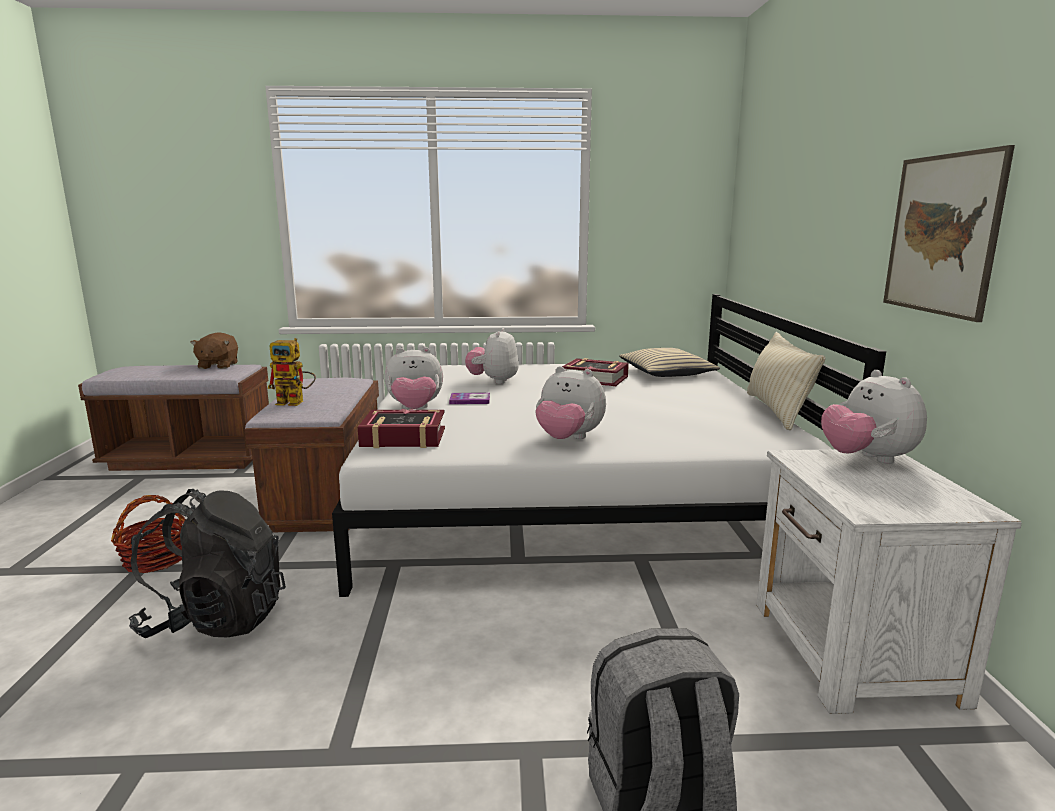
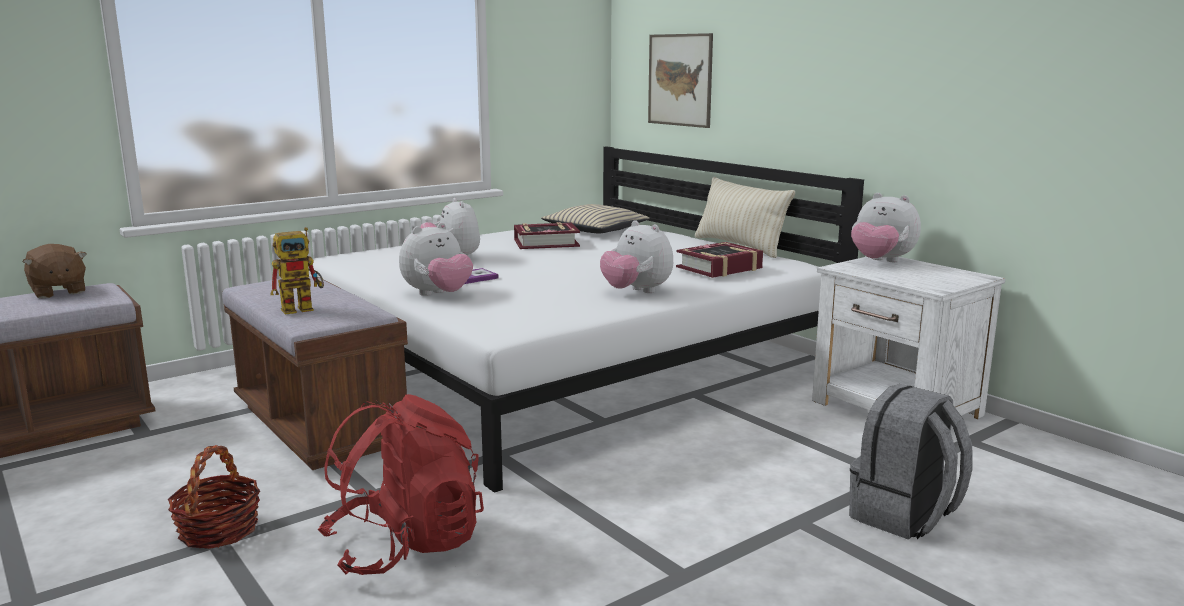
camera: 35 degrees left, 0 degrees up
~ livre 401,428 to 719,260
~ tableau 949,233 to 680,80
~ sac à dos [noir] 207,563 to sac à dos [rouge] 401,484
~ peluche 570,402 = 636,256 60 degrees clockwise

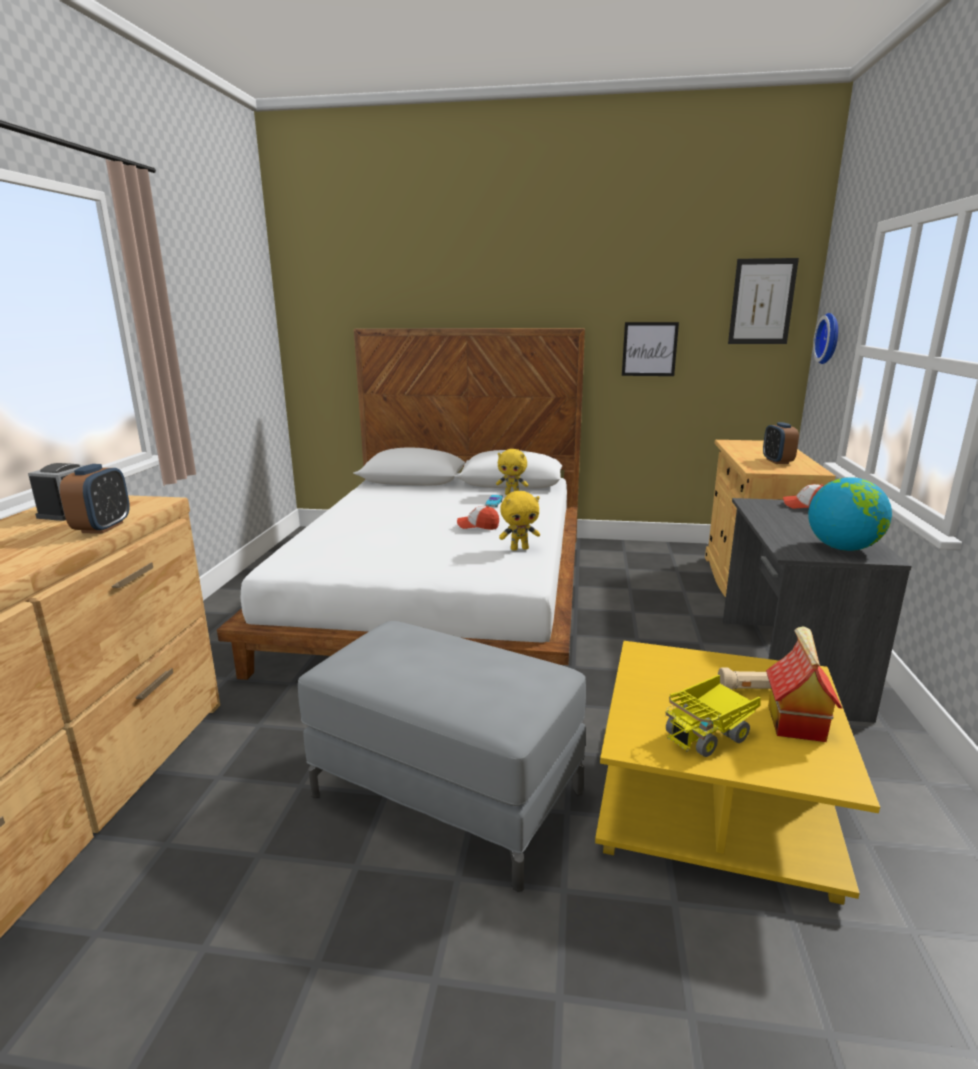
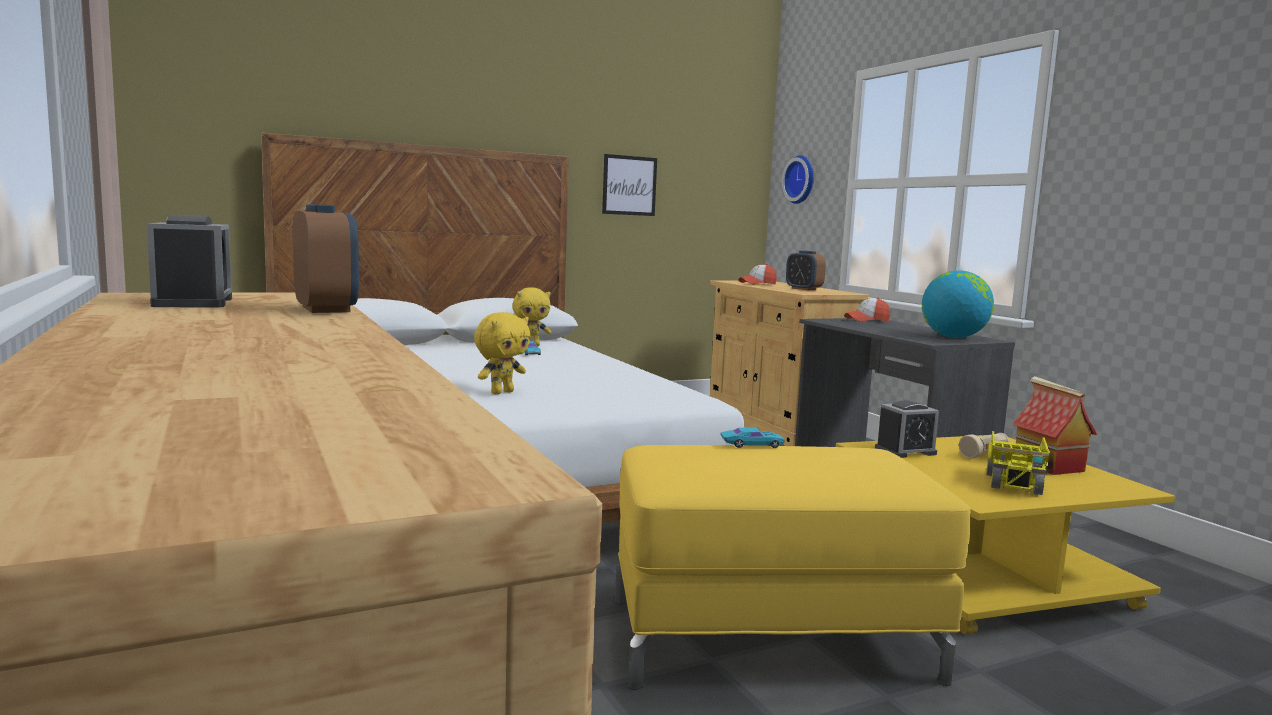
camera: 35 degrees left, 10 degrees down
- tableau 763,301
+ petite voiture [turquoise] 752,437
+ réveil 907,429
~ casquette 478,518 to 758,274
~ peluche [jaune] 519,521 to 502,353
~ pouf [gris] 442,756 to pouf [jaune] 793,567

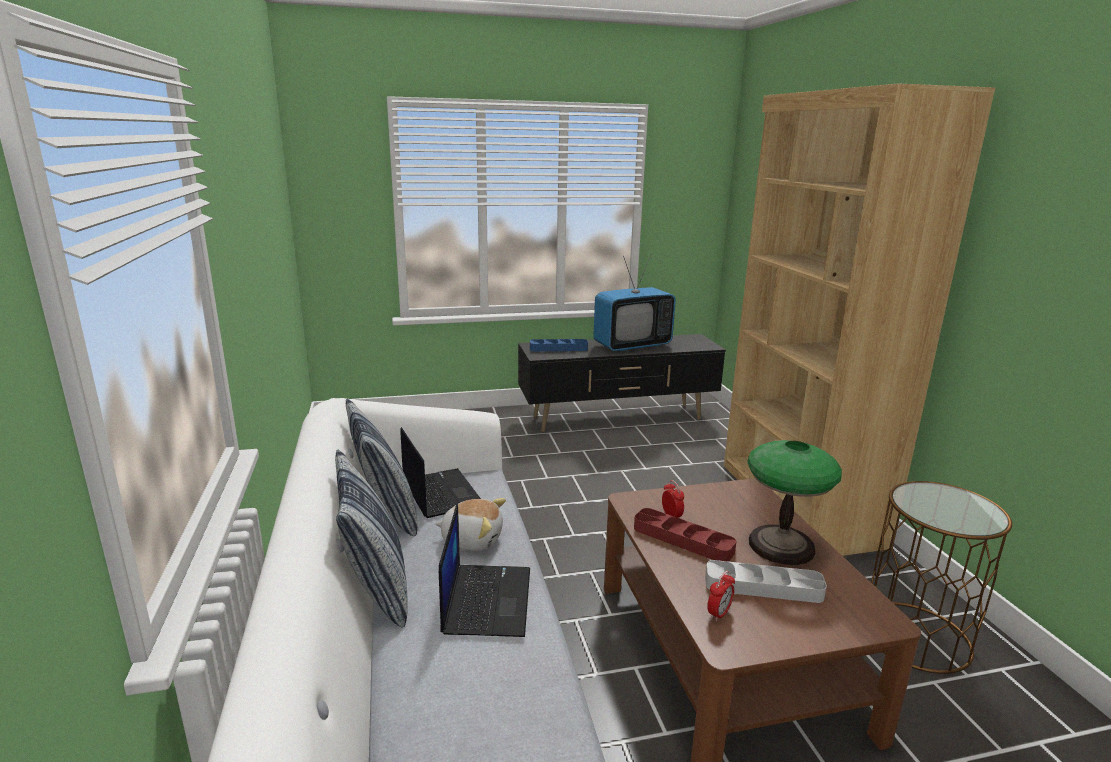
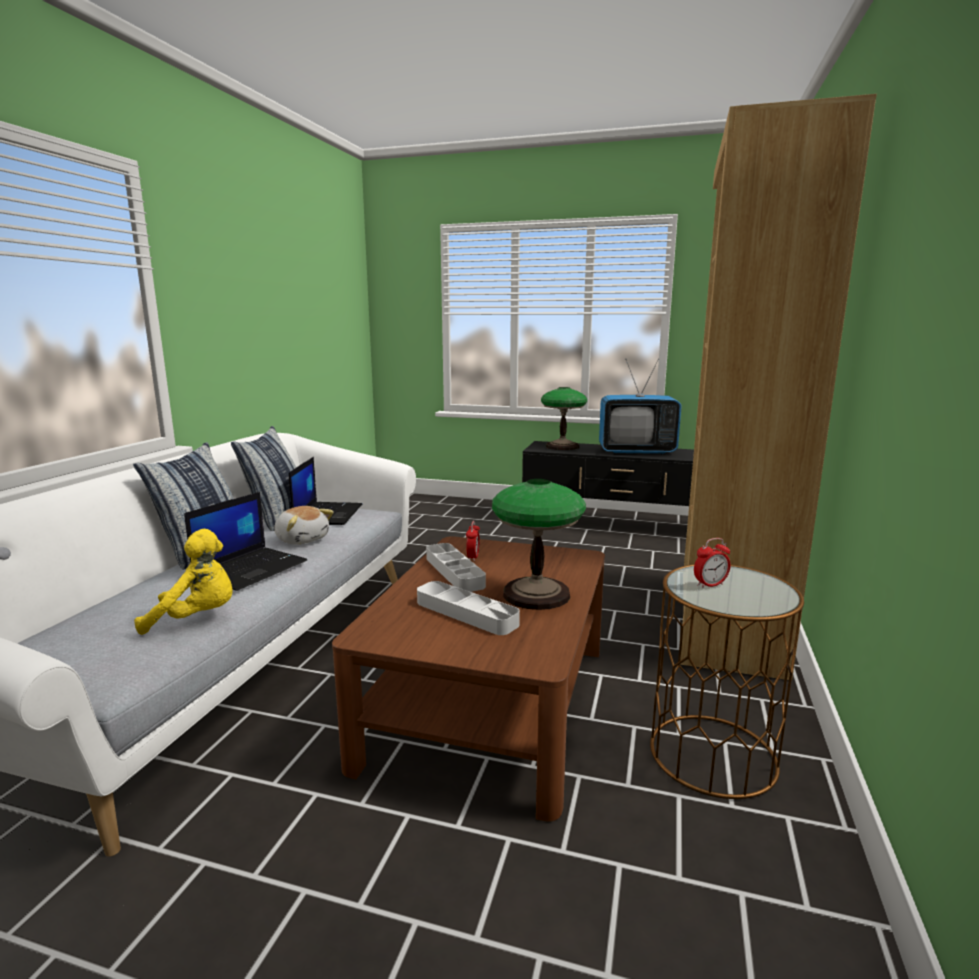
camera: 30 degrees right, 5 degrees down
+ peluche [jaune] 183,582
~ réveil 721,596 to 712,563
~ plateau [bleu] 559,345 to lampe de table 564,418
~ plateau [rouge] 685,535 to plateau [gris] 456,567

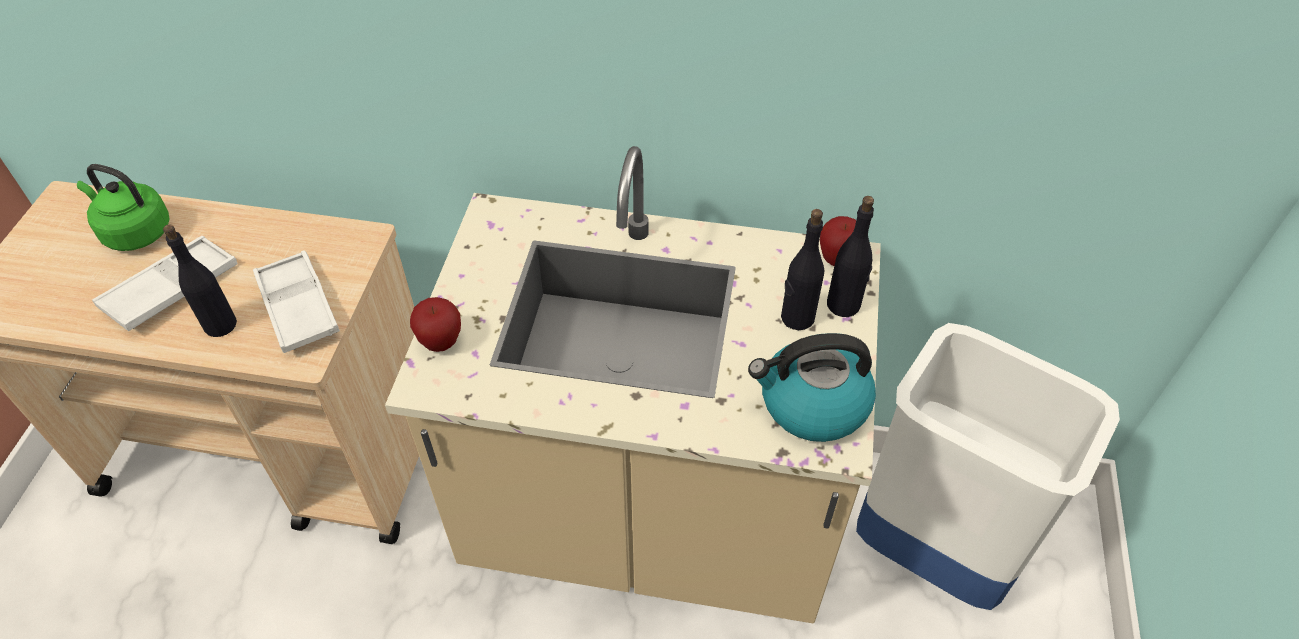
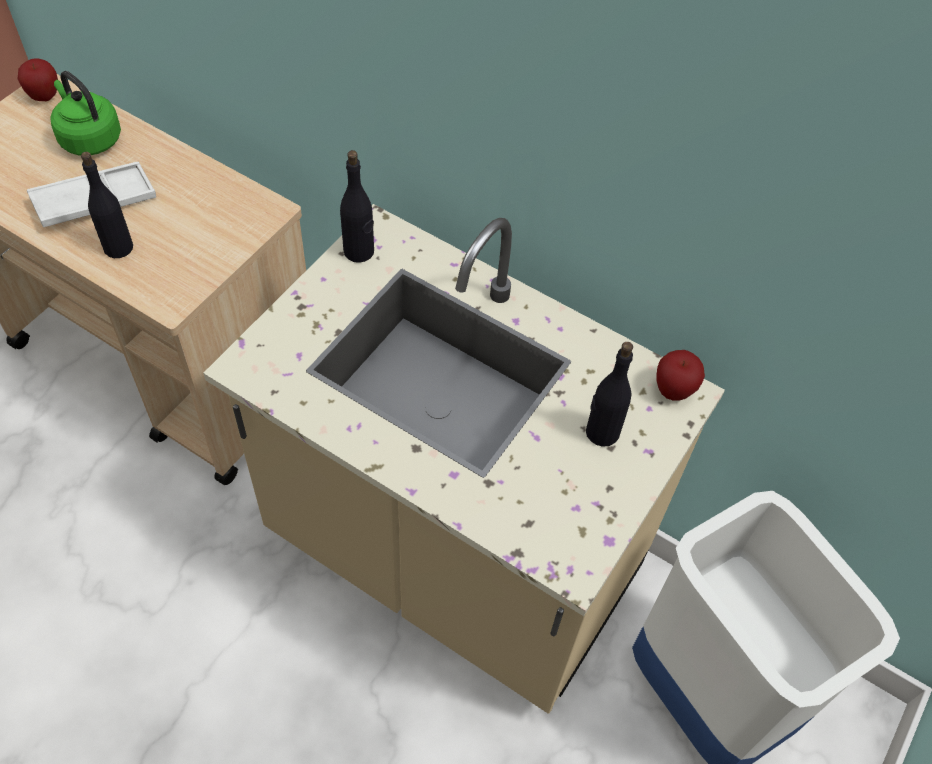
camera: 20 degrees right, 5 degrees up
- plateau [blanc] 296,301
- bouilloire 812,387
~ pomme 435,324 to 38,80
~ bouteille [noir] 850,256 to 357,206

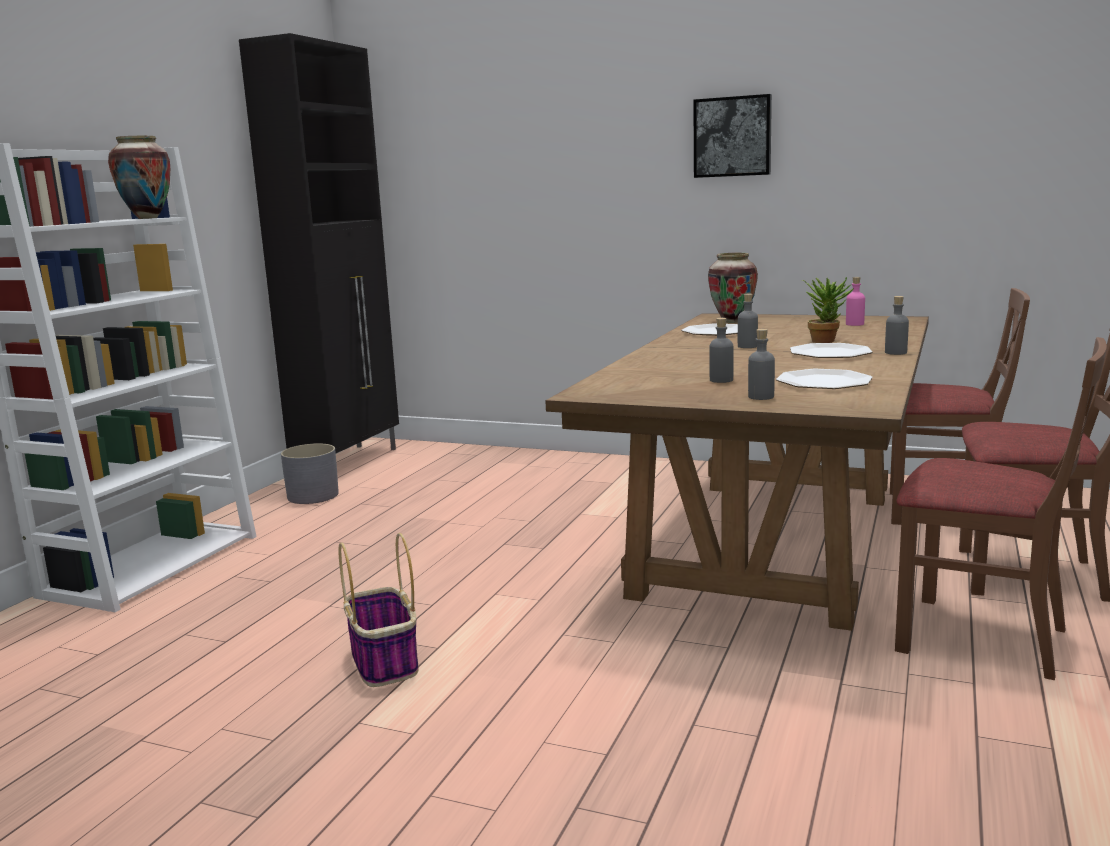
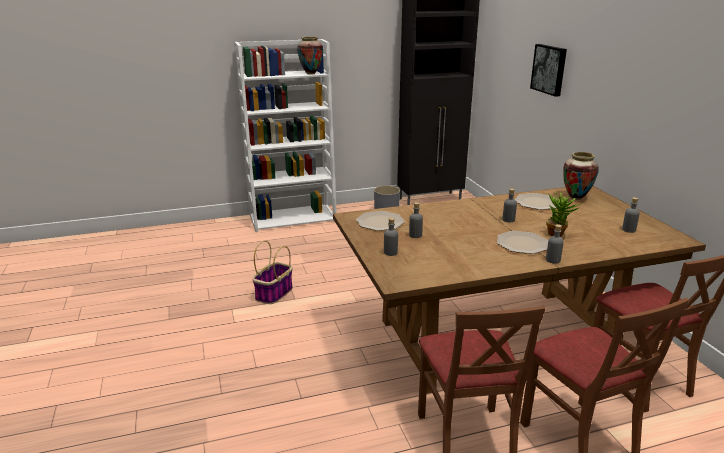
camera: 50 degrees right, 10 degrees up
~ tableau 732,136 to 548,70
~ assiette 824,379 to 380,221
~ bouteille [rose] 855,301 to bouteille [gris] 631,215

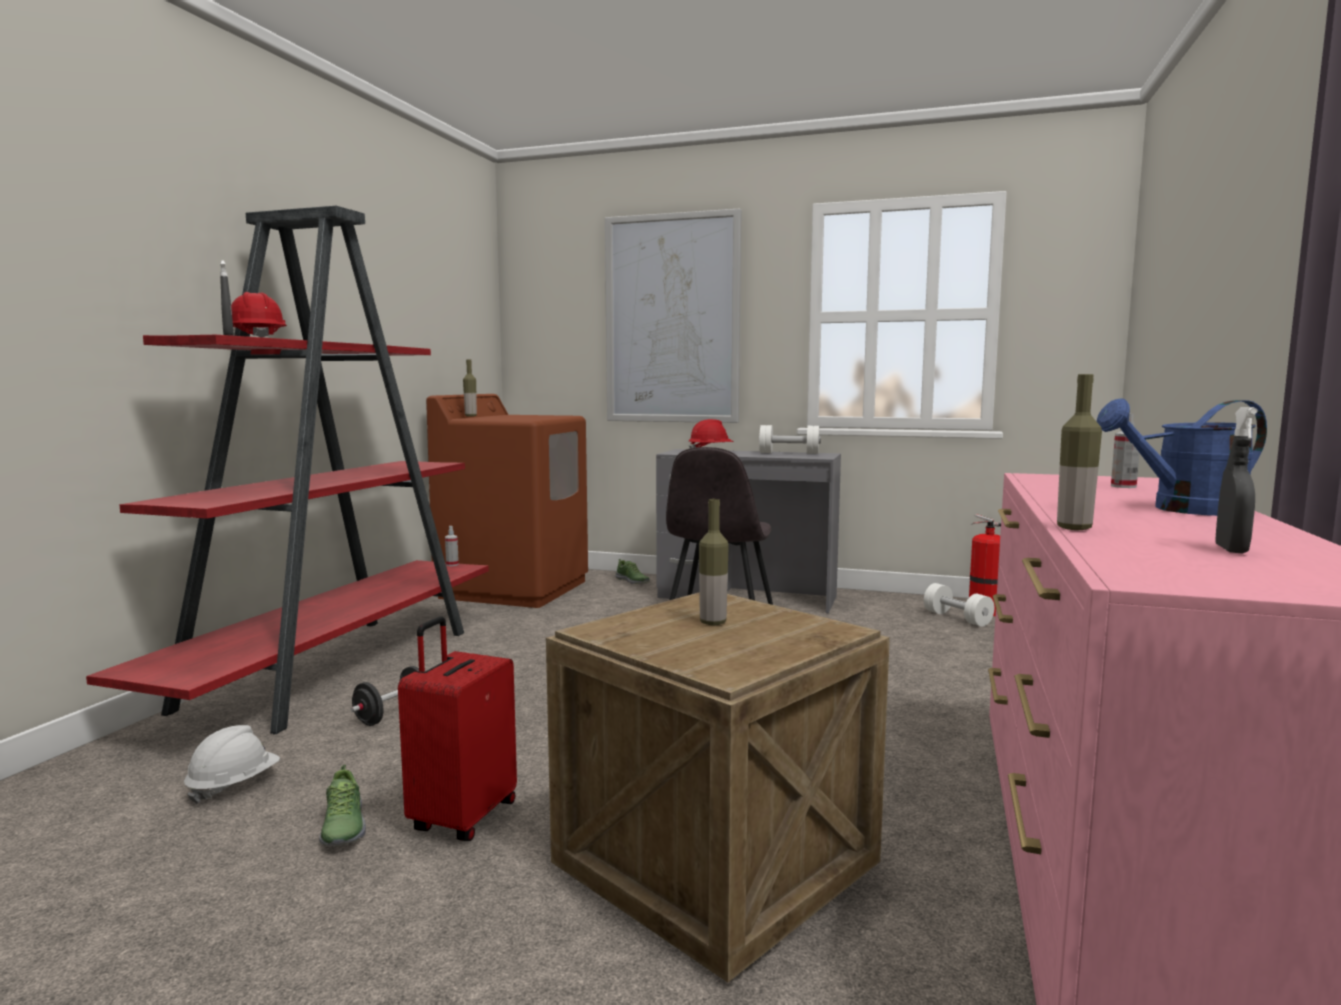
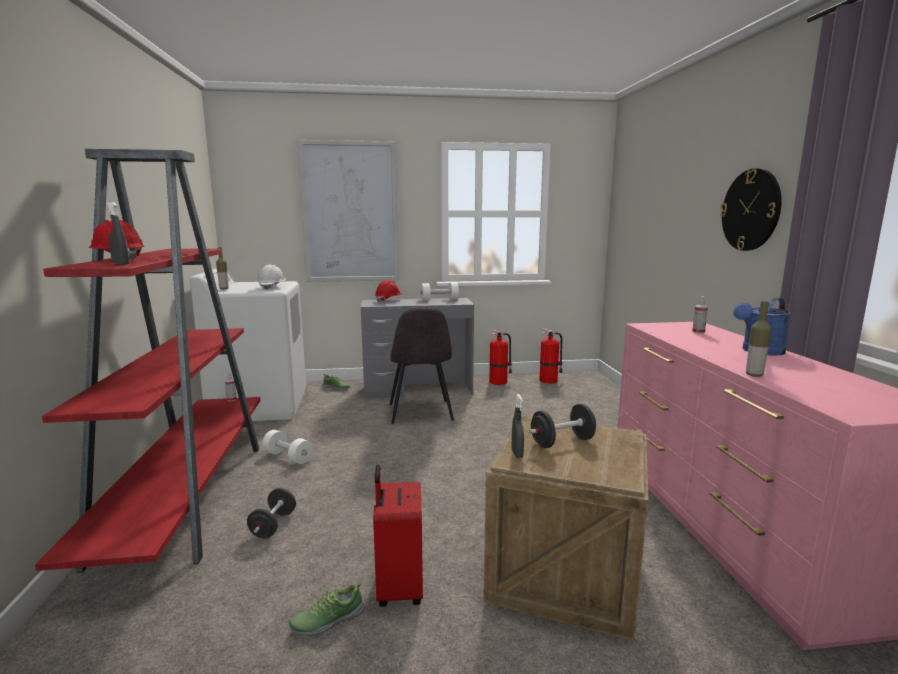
camera: 25 degrees left, 5 degrees up
+ extincteur 500,357
+ horloge murale 751,209
~ casque de chantier [blanc] 232,764 to 271,277
~ haltère [blanc] 959,605 to 287,447
~ vaporisateur [gris] 1236,480 to 518,426
~ bouteille 714,562 to haltère [noir] 562,426
~ lave-linge [marron] 507,501 to lave-linge [blanc] 248,344
~ chaussure 342,806 = 326,610 105 degrees clockwise

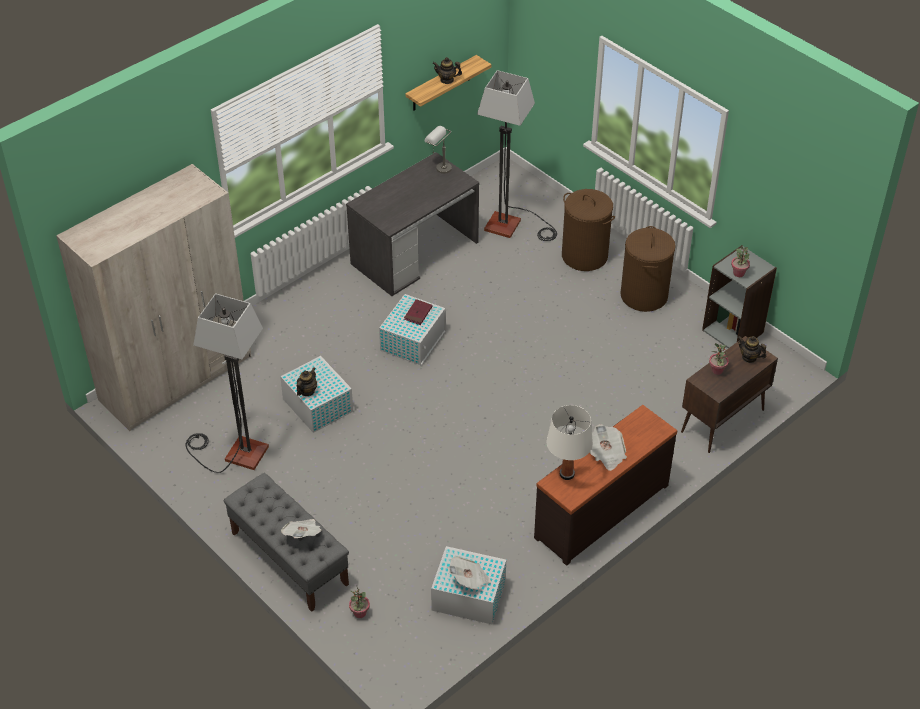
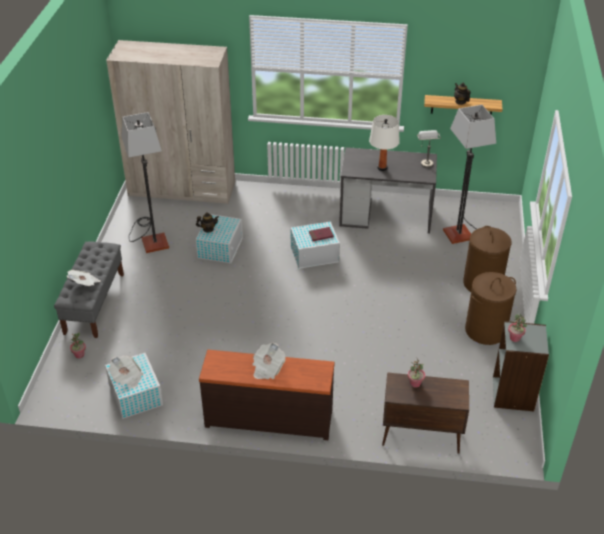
camera: 50 degrees right, 5 degrees down
- théière 752,349
~ lampe de table [blanc] 569,442 to 384,143

